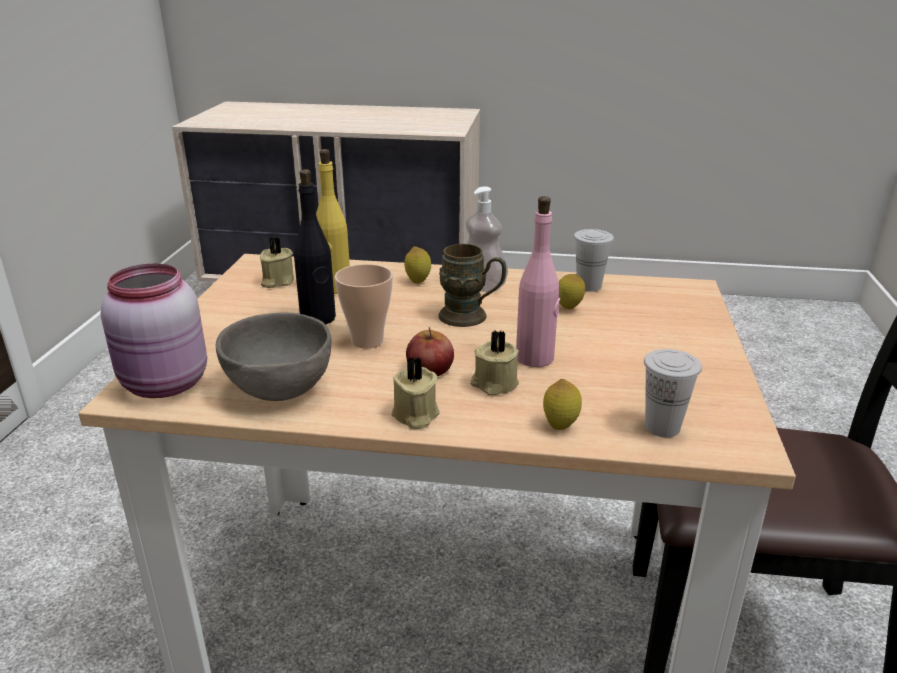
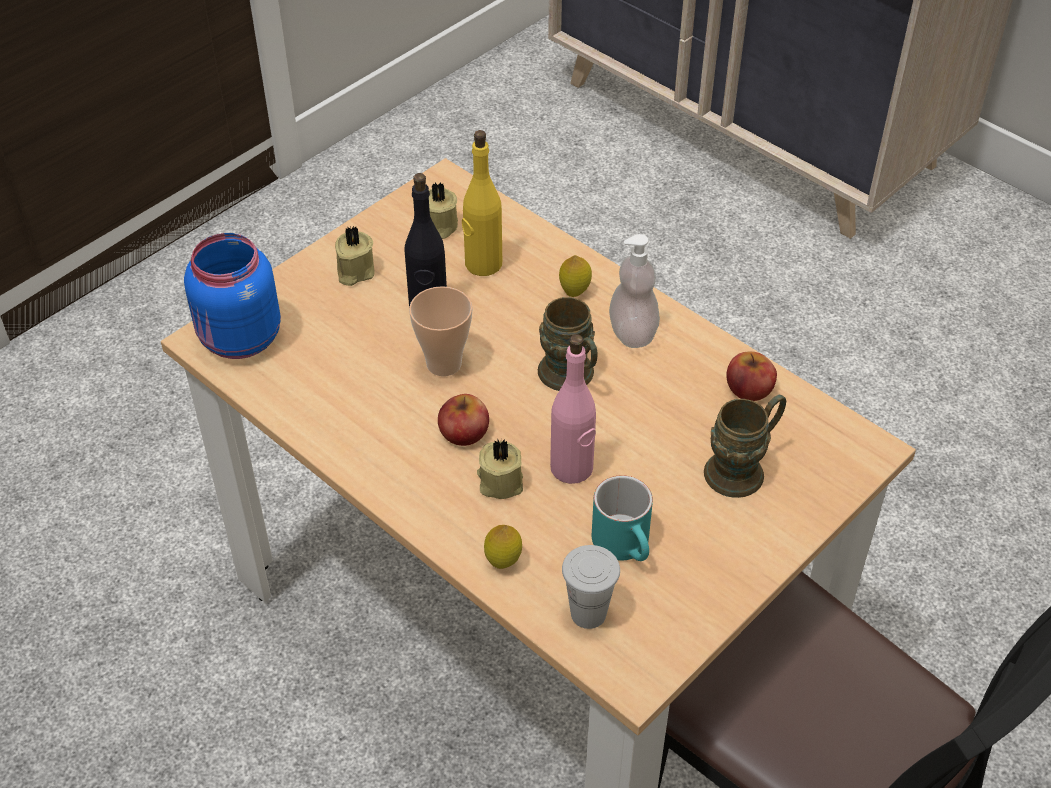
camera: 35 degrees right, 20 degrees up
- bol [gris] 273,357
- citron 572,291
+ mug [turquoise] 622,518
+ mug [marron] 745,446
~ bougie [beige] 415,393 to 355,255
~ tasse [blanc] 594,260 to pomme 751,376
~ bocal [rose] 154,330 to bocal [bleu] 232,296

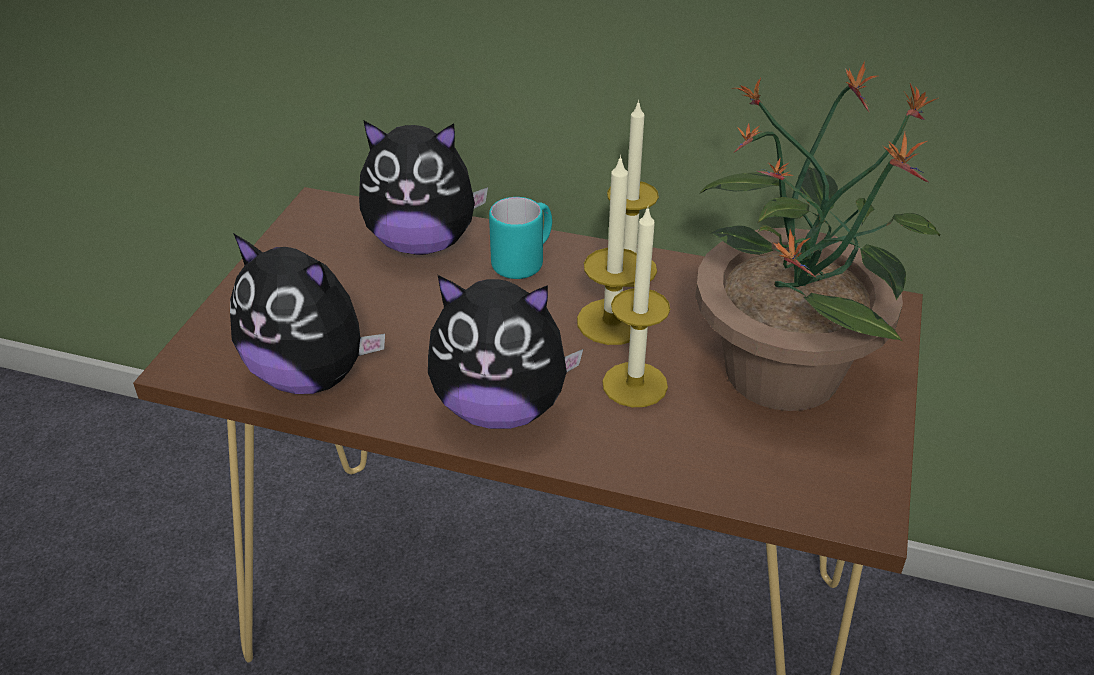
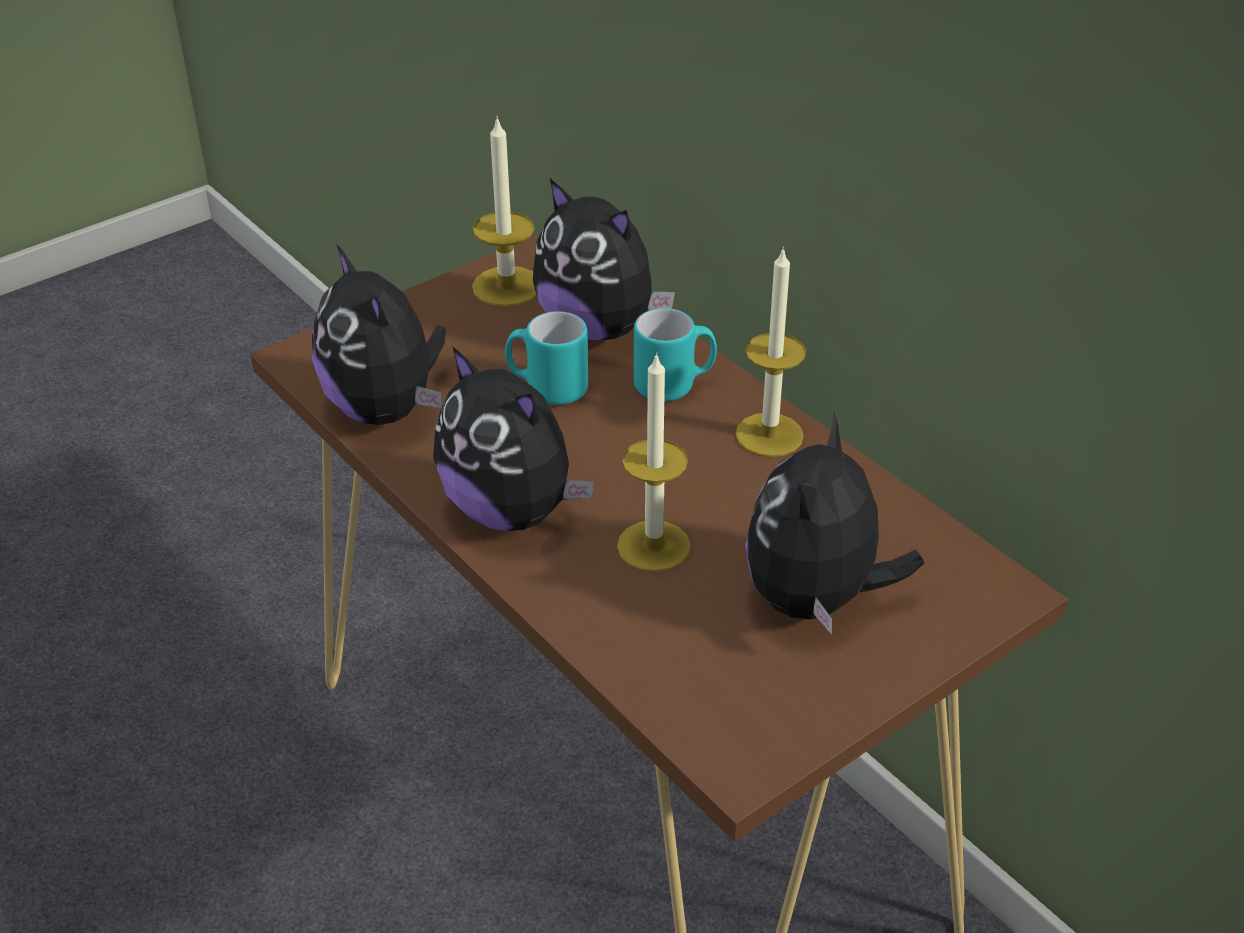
camera: 35 degrees right, 0 degrees up
+ mug [turquoise] 546,358
~ bougie 607,250 to 504,211
~ plante en pot 818,236 to peluche 834,522

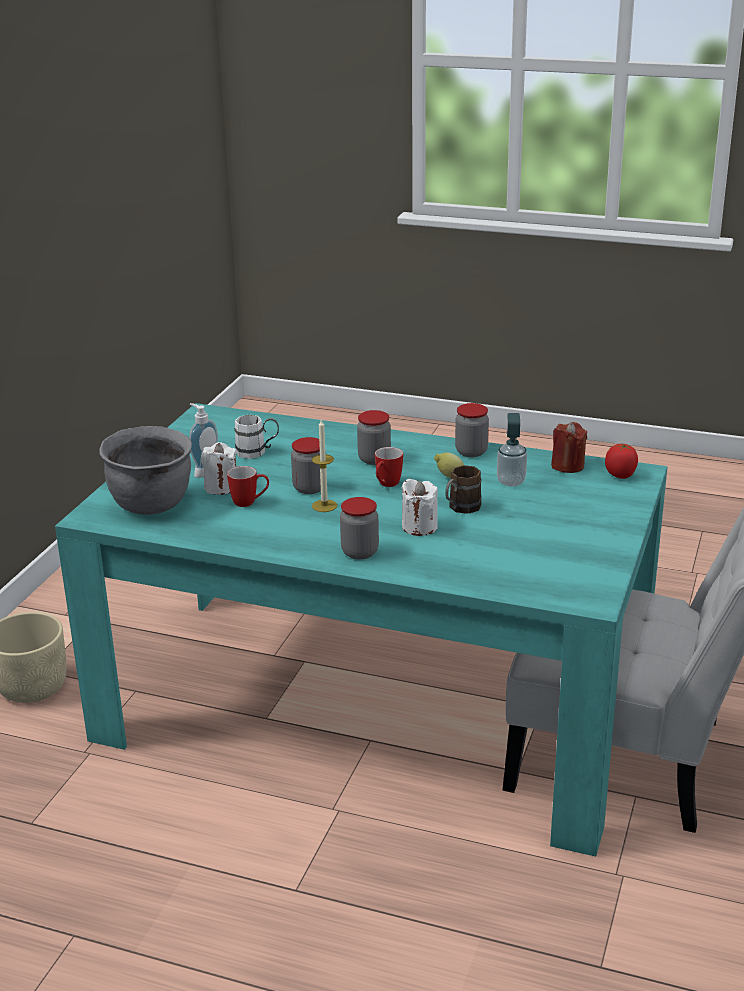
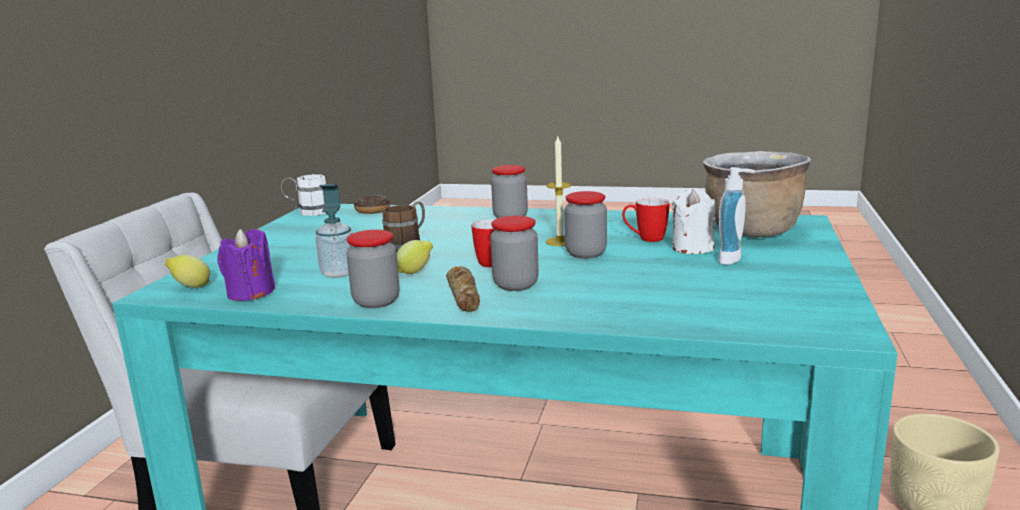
camera: 175 degrees right, 10 degrees down
- bougie [blanc] 420,507
+ beignet 372,204
+ pain 463,289
~ mug [blanc] 256,437 to 304,195
~ tomate 621,461 to citron 187,271
~ marmite [gris] 145,470 to marmite [marron] 757,194
~ bougie [rouge] 569,447 to bougie [violet] 246,265

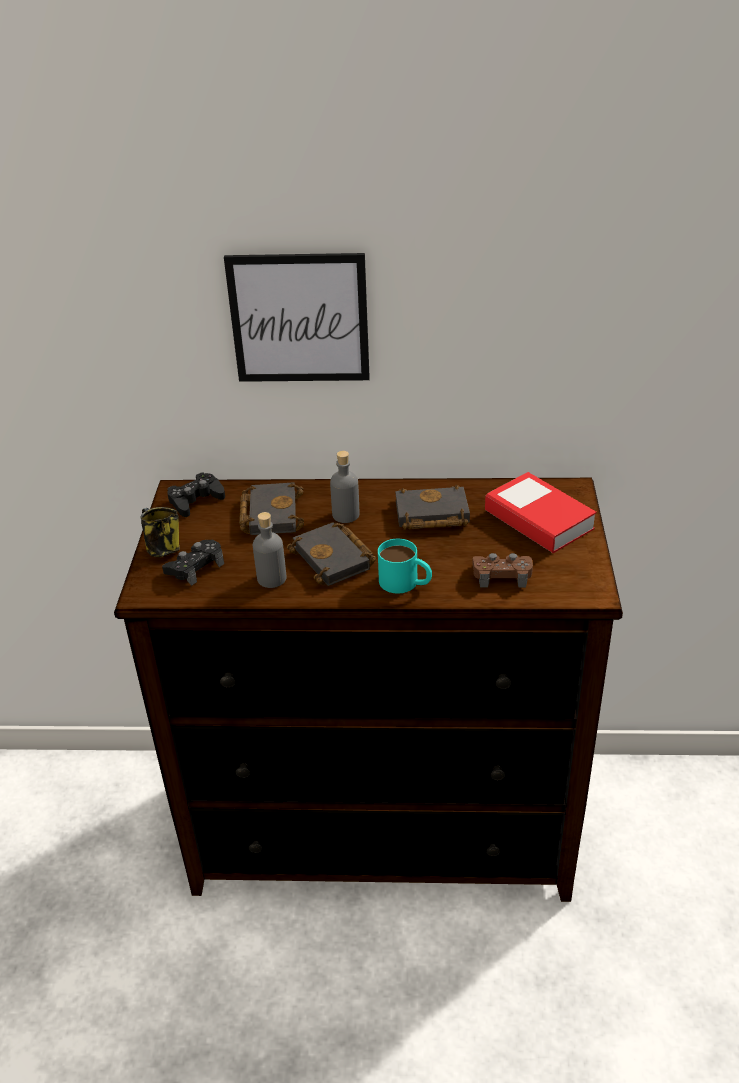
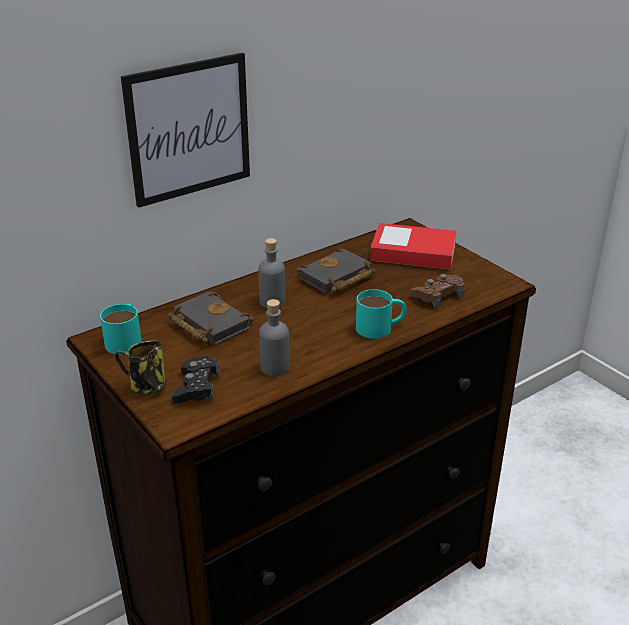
camera: 40 degrees left, 5 degrees down
- livre [noir] 331,554
~ manette [noir] 196,494 to mug [turquoise] 121,329

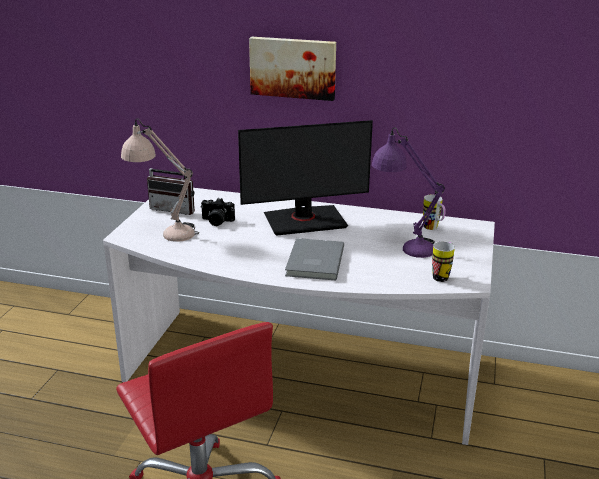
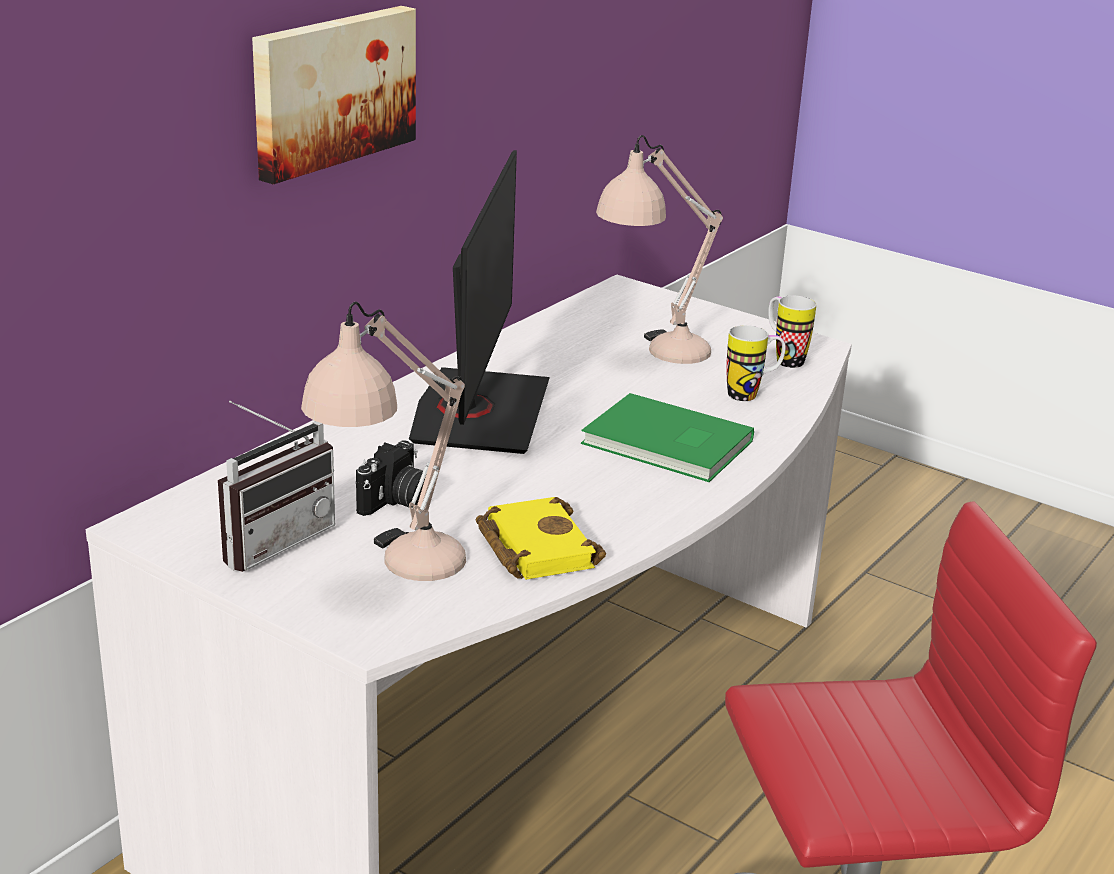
camera: 70 degrees left, 0 degrees up
+ livre [jaune] 541,538
~ mug 434,212 to 755,363
~ livre [gris] 314,259 to livre [vert] 667,437
~ lampe de table [violet] 408,192 to lampe de table [beige] 659,249

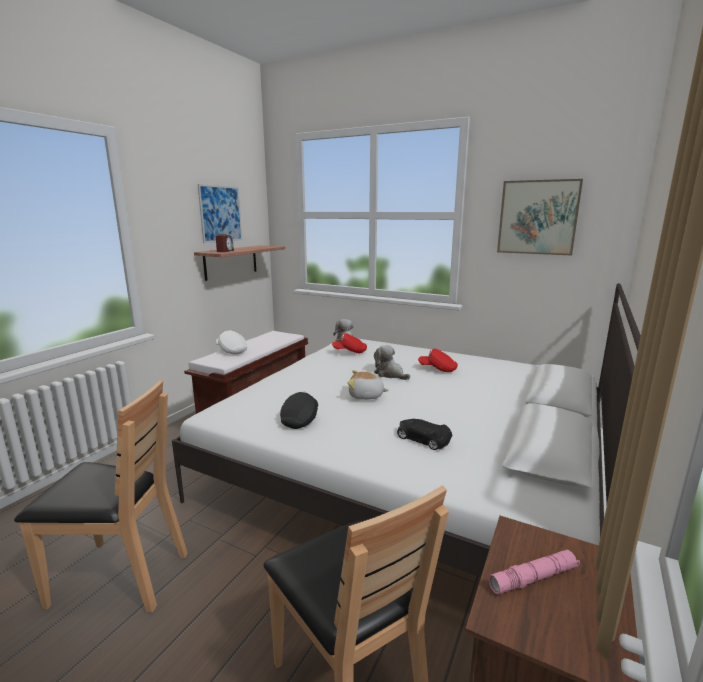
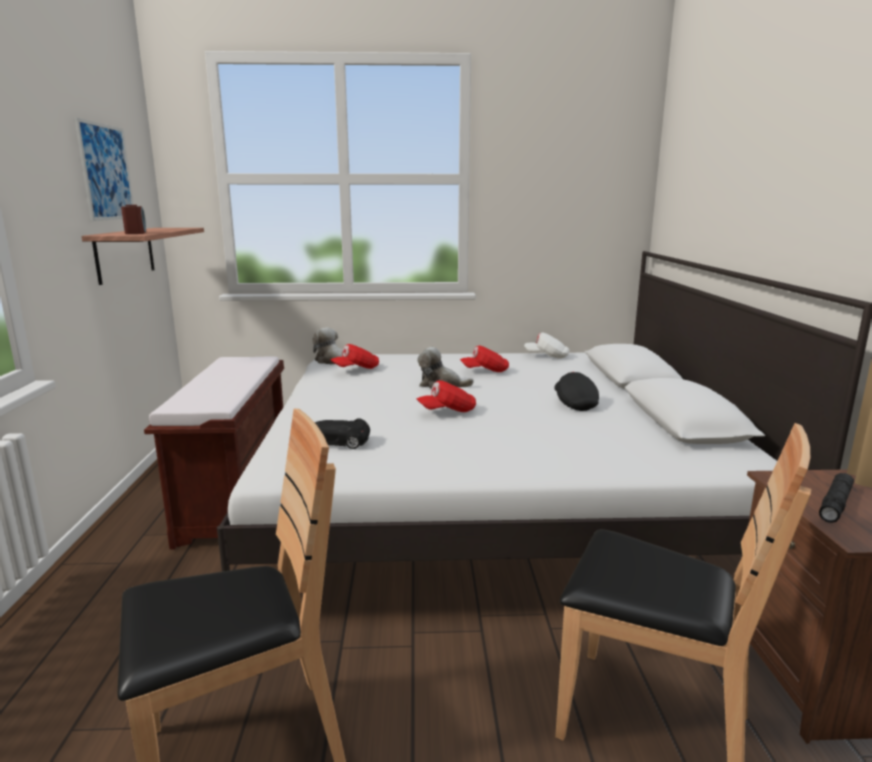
camera: 30 degrees left, 0 degrees up
- tableau 540,217
~ casquette [blanc] 231,342 to 547,345
~ casquette [noir] 299,410 to 576,391
~ petite voiture [noir] 424,434 to 342,433
~ peluche 368,385 to casquette [rouge] 446,396
~ lampe de poche [rose] 534,572 to lampe de poche [noir] 836,498

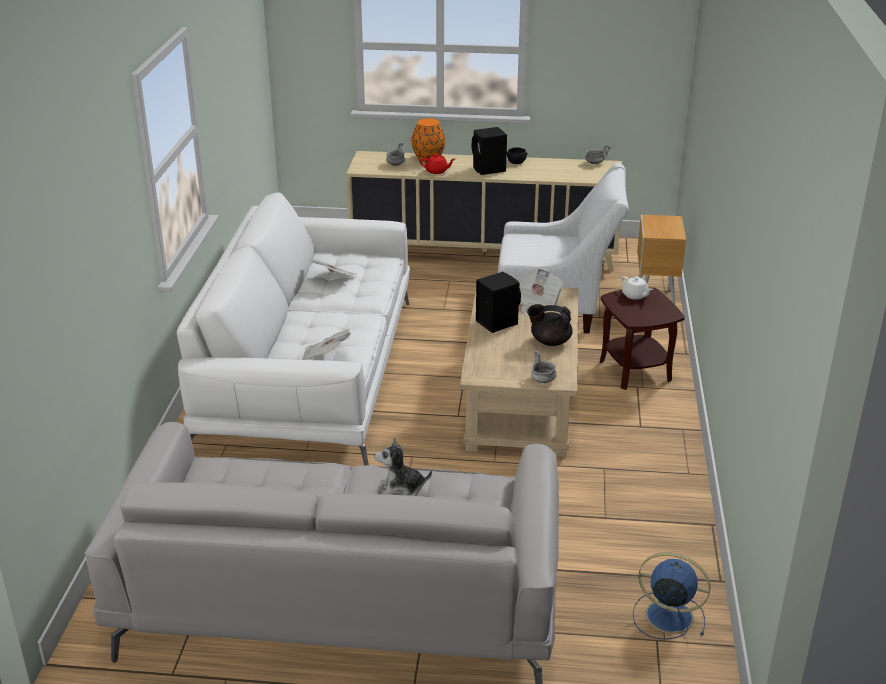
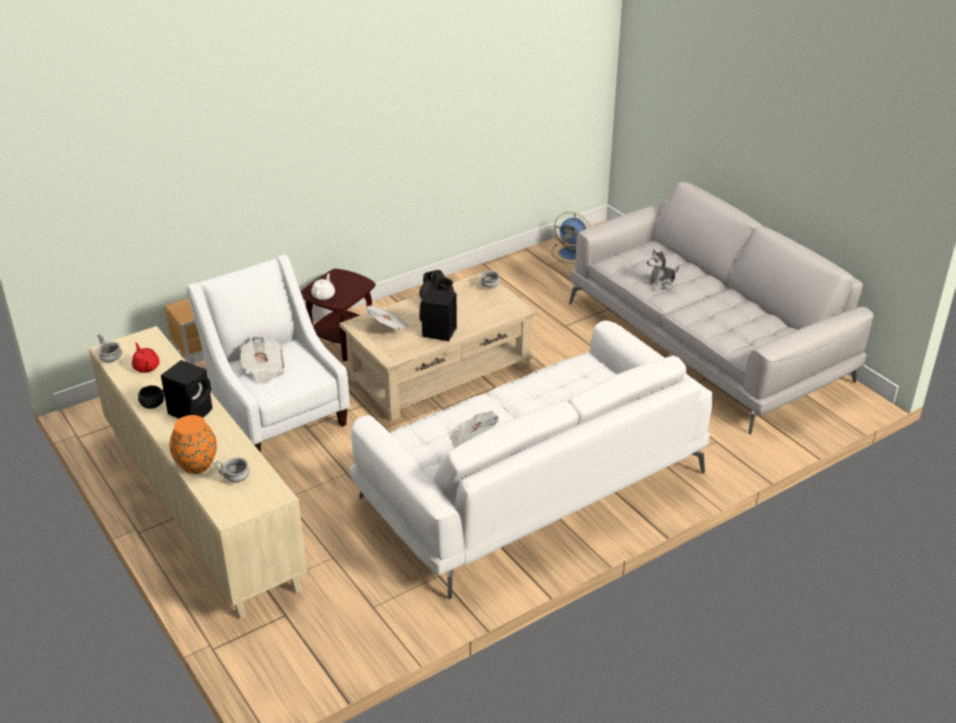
camera: 130 degrees left, 5 degrees up
~ journal 327,344 to 262,360
~ théière [rouge] 437,164 to 146,358
~ peluche 403,466 = 662,269 105 degrees clockwise
~ ventilateur [bleu] 672,595 = 571,238 45 degrees counterclockwise

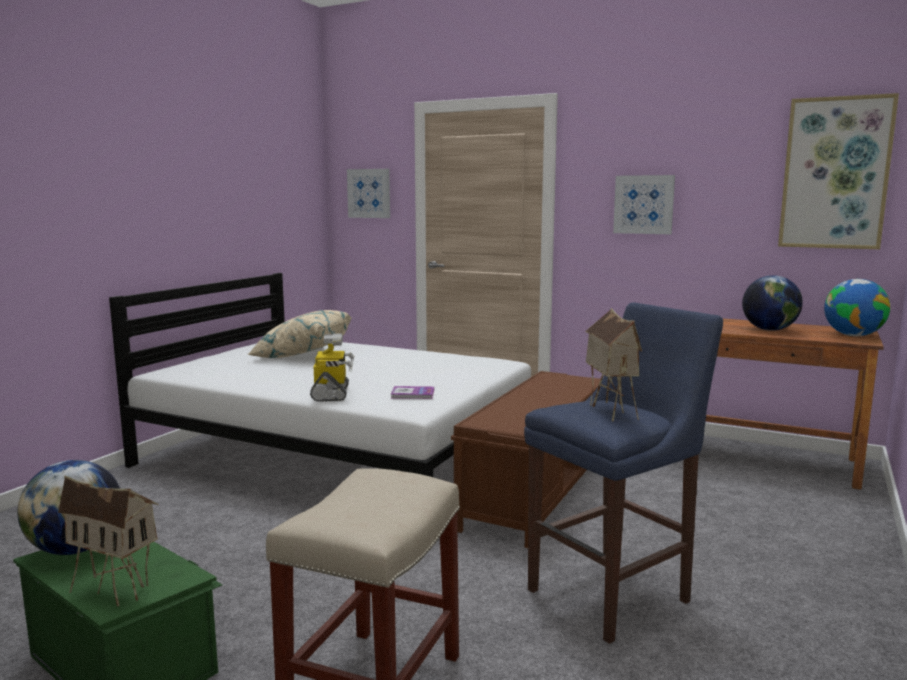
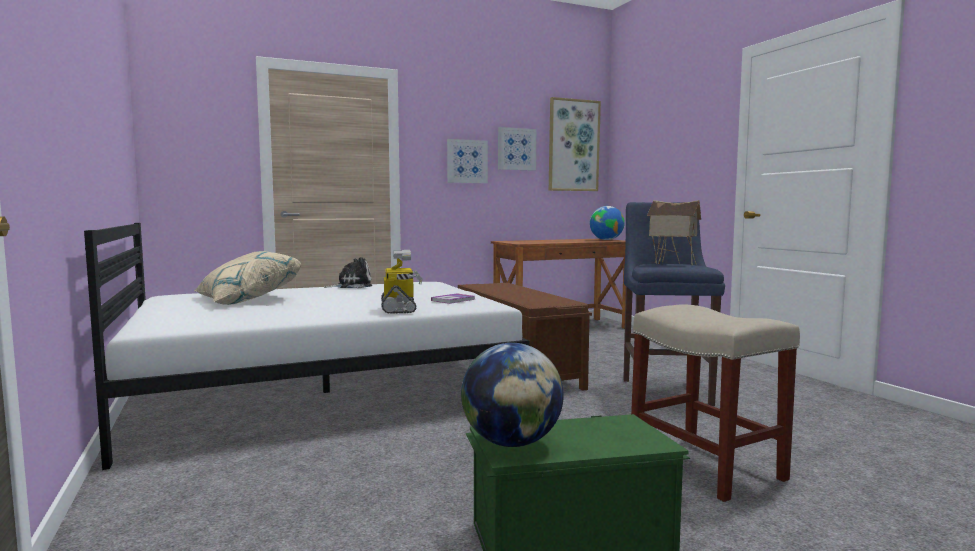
camera: 50 degrees left, 5 degrees down
- maison miniature 108,540
- globe 772,303
+ peluche 348,272
~ tableau 368,193 to 517,149
~ robot jouet 332,367 = 402,282 45 degrees clockwise

